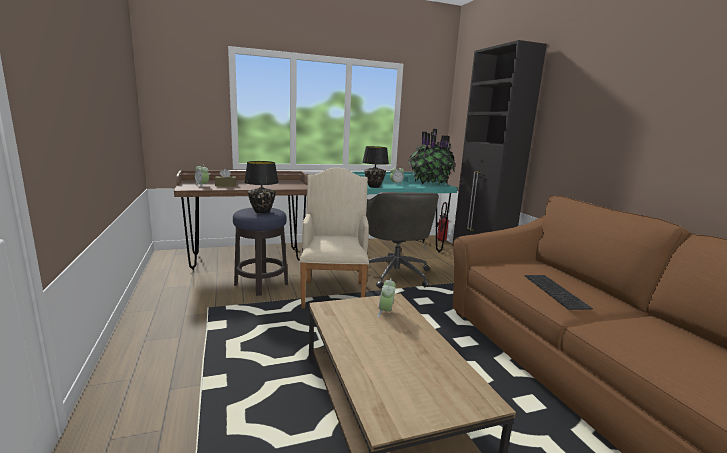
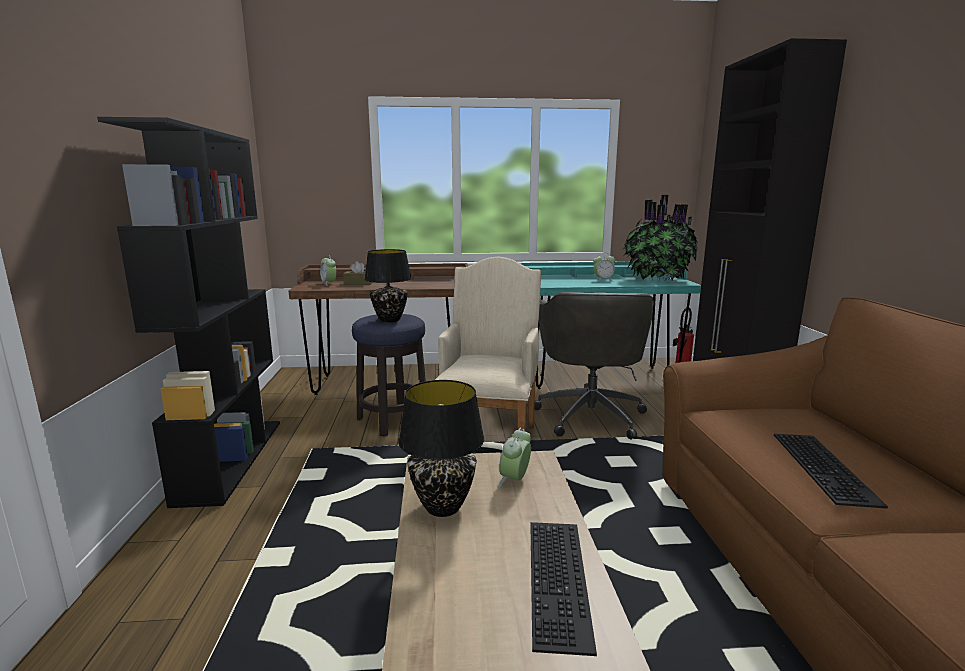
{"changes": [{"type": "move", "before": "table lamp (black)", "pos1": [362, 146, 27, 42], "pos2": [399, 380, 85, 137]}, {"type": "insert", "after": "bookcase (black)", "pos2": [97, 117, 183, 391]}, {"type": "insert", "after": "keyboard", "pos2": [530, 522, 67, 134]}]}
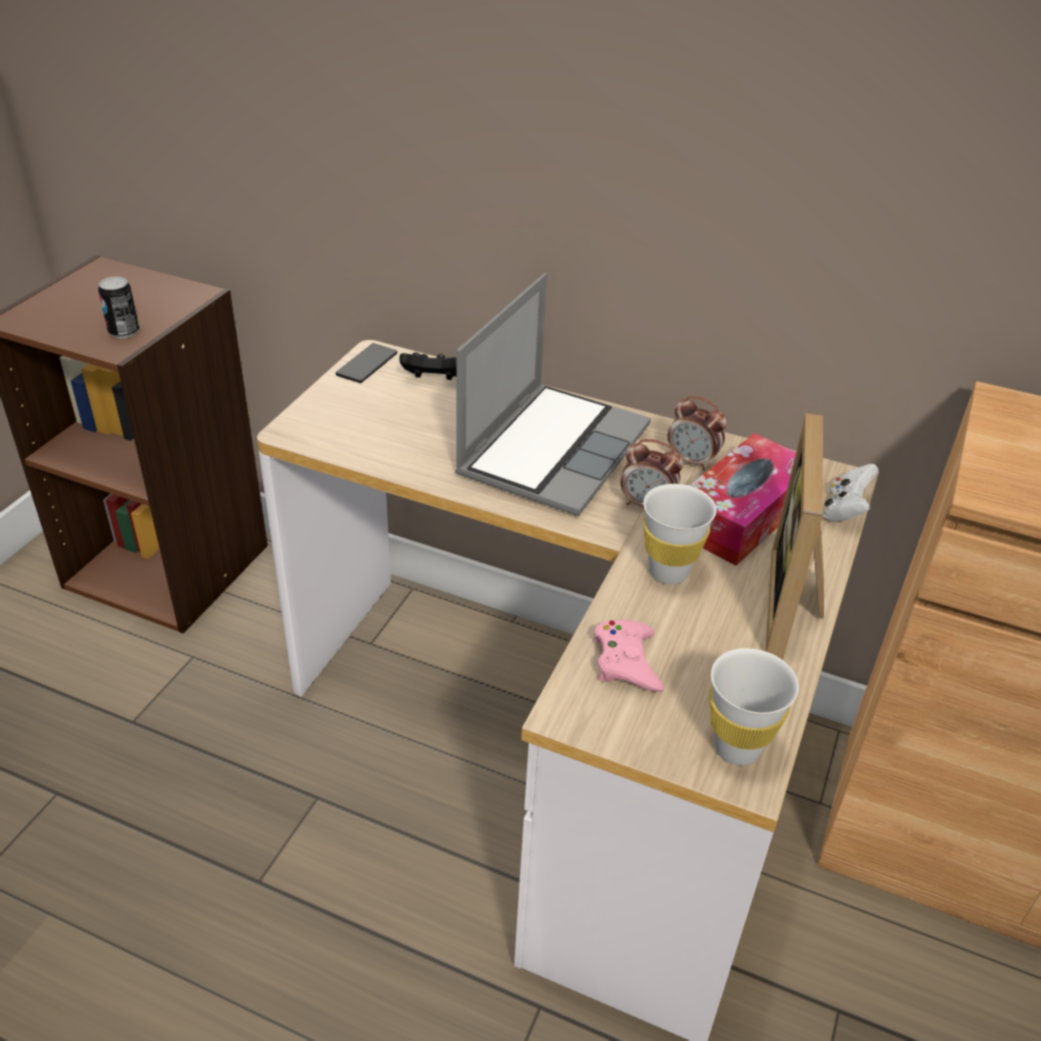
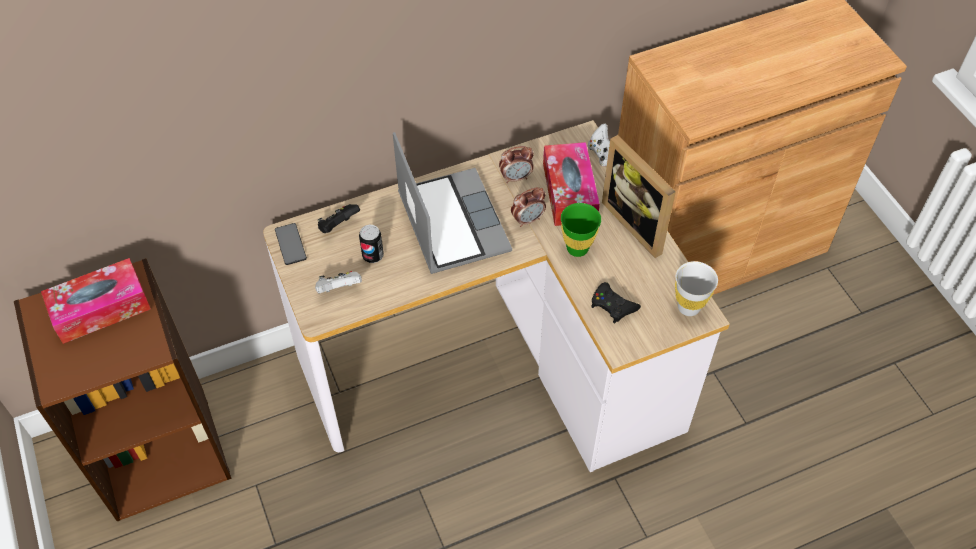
{"changes": [{"type": "move", "before": "can", "pos1": [98, 276, 41, 62], "pos2": [359, 225, 25, 38]}, {"type": "recolor", "before": "cup (white)", "after": "cup (green)", "pos1": [643, 484, 74, 100], "pos2": [561, 203, 40, 54]}, {"type": "recolor", "before": "game controller (pink)", "after": "game controller (black)", "pos1": [594, 620, 70, 72], "pos2": [591, 282, 50, 41]}, {"type": "insert", "after": "tissue box", "pos2": [41, 258, 110, 86]}, {"type": "insert", "after": "game controller (white)", "pos2": [315, 271, 47, 22]}]}
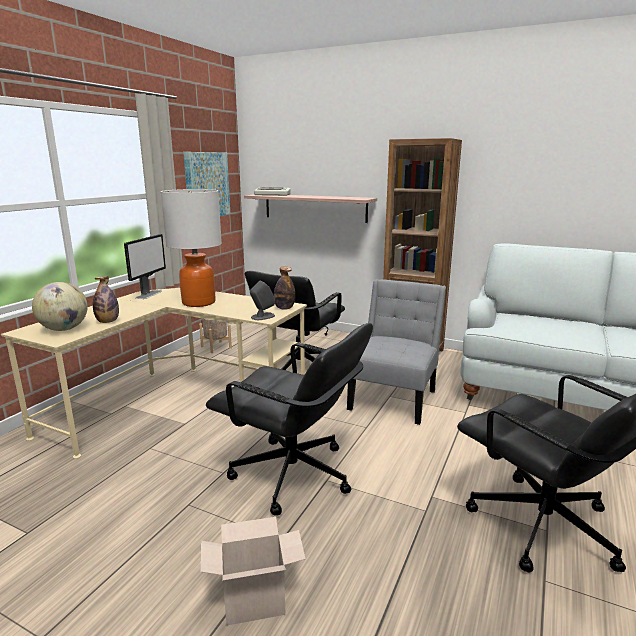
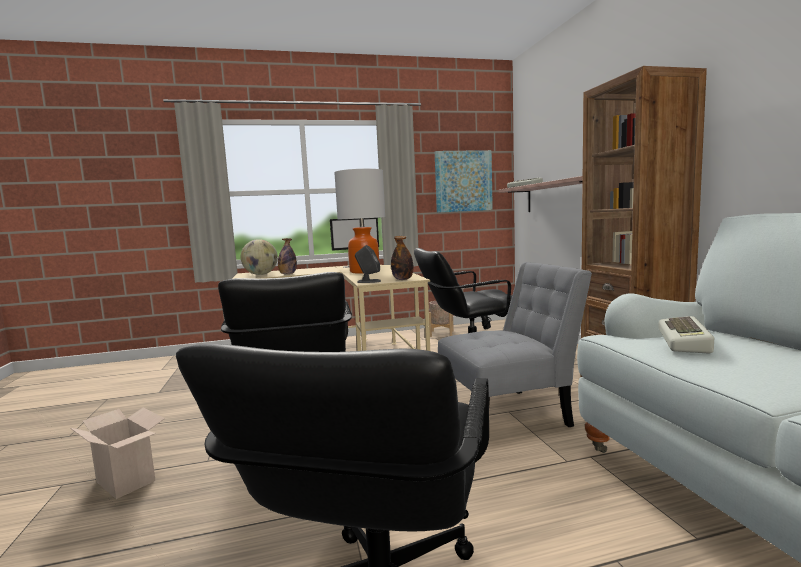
{"changes": [{"type": "insert", "after": "keyboard", "pos2": [658, 316, 56, 38]}]}
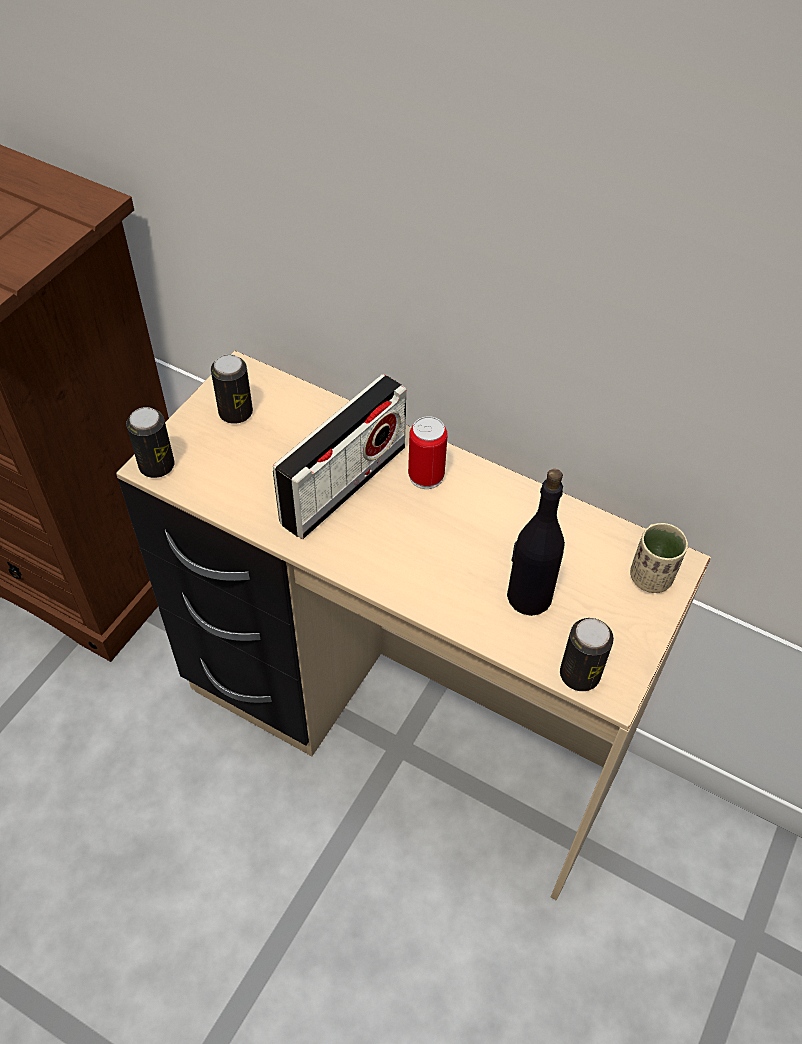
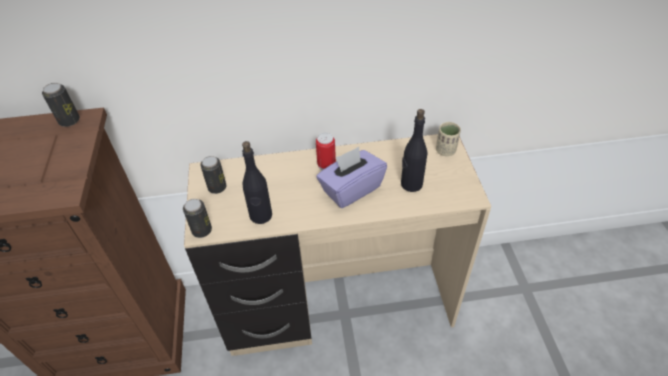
{"changes": [{"type": "delete", "before": "radio", "pos1": [273, 374, 133, 165]}, {"type": "move", "before": "can", "pos1": [560, 618, 54, 73], "pos2": [42, 83, 38, 44]}, {"type": "insert", "after": "bottle (black)", "pos2": [242, 141, 30, 83]}, {"type": "insert", "after": "tissue box (purple)", "pos2": [316, 147, 71, 61]}]}
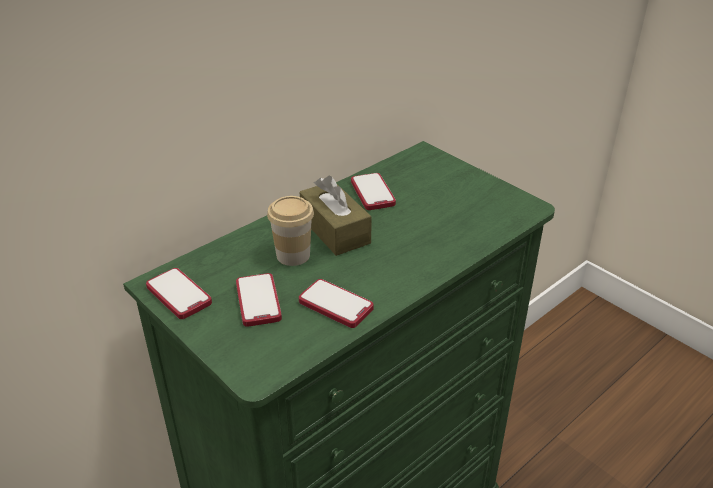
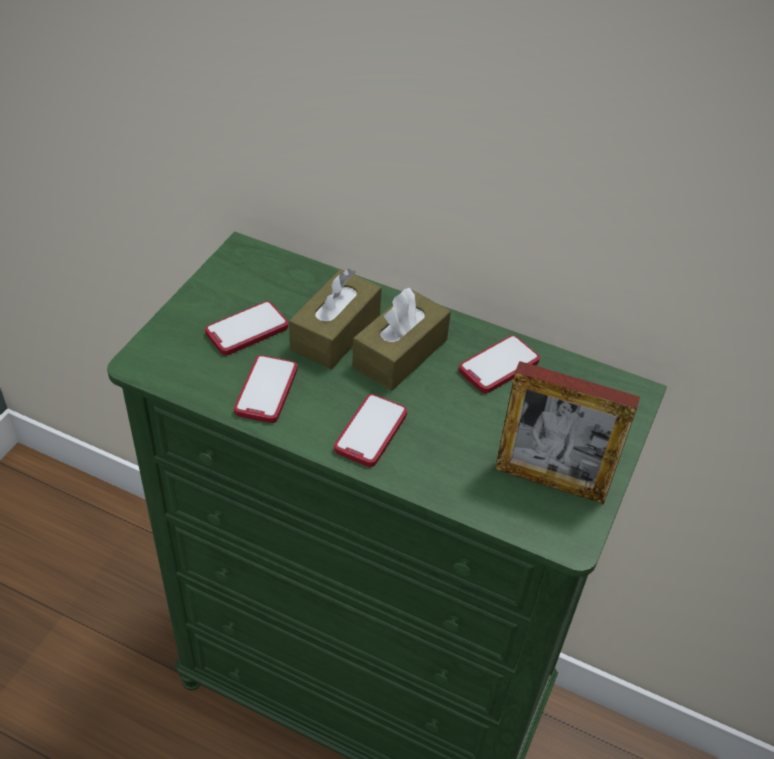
{"changes": [{"type": "replace", "before": "cup", "after": "tissue box (brown)", "pos1": [267, 196, 47, 70], "pos2": [289, 269, 93, 100]}, {"type": "move", "before": "phone", "pos1": [146, 268, 66, 51], "pos2": [334, 394, 73, 73]}, {"type": "insert", "after": "picture frame", "pos2": [495, 361, 145, 143]}]}
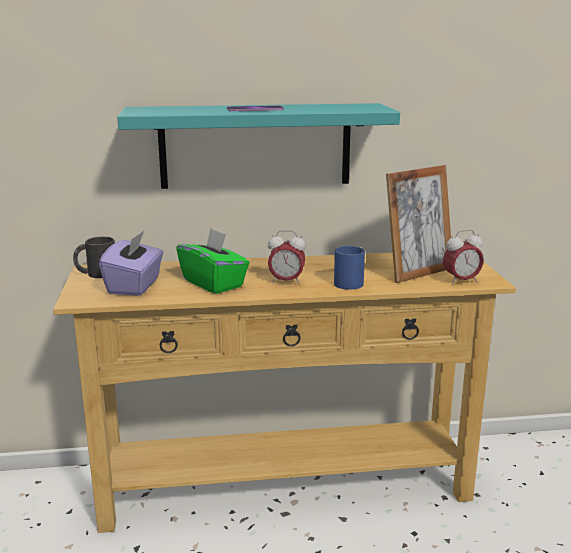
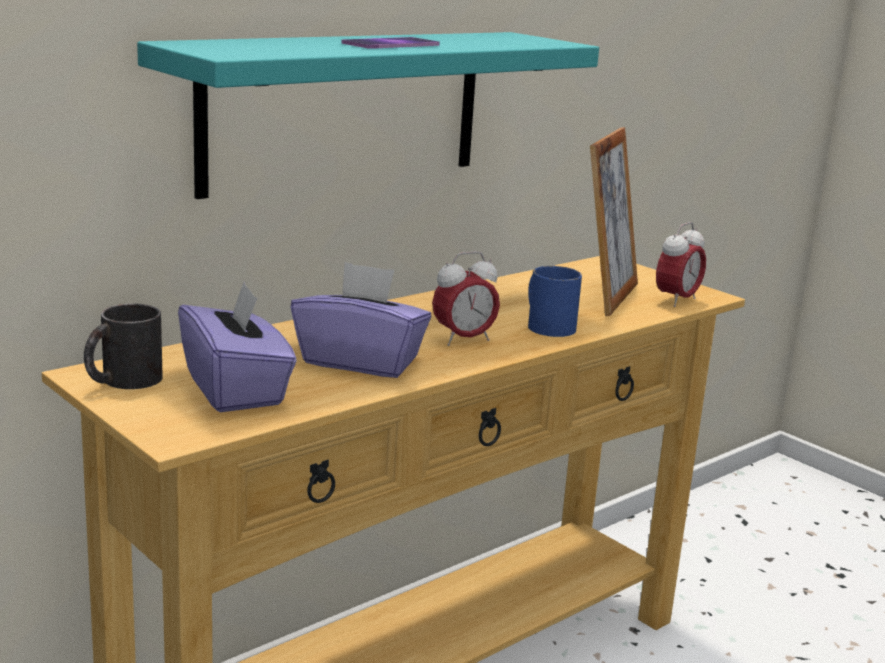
{"changes": [{"type": "recolor", "before": "tissue box (green)", "after": "tissue box (purple)", "pos1": [176, 228, 74, 66], "pos2": [291, 262, 141, 116]}]}
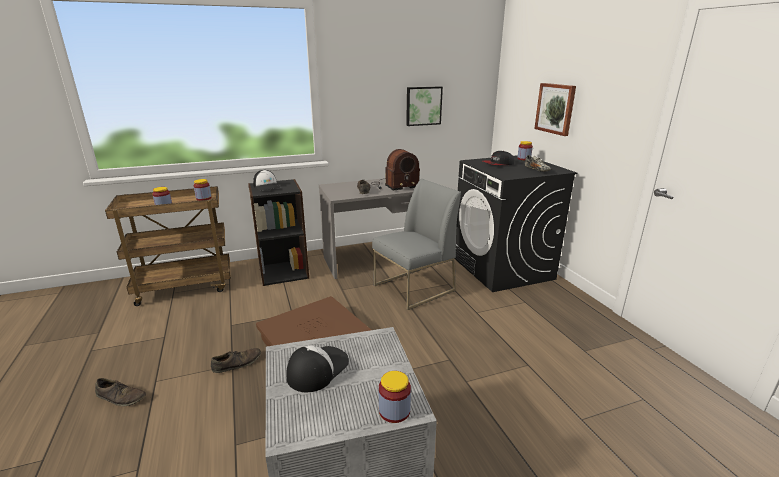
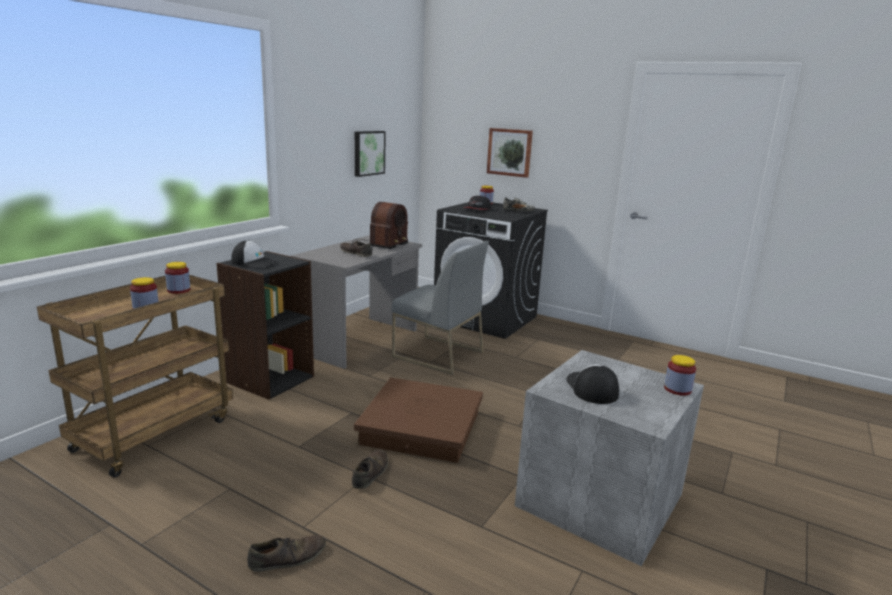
{"changes": [{"type": "rotate", "before": "chair (grey)", "pos1": [372, 179, 89, 131], "pos2": [392, 241, 97, 134], "turn": 105}]}
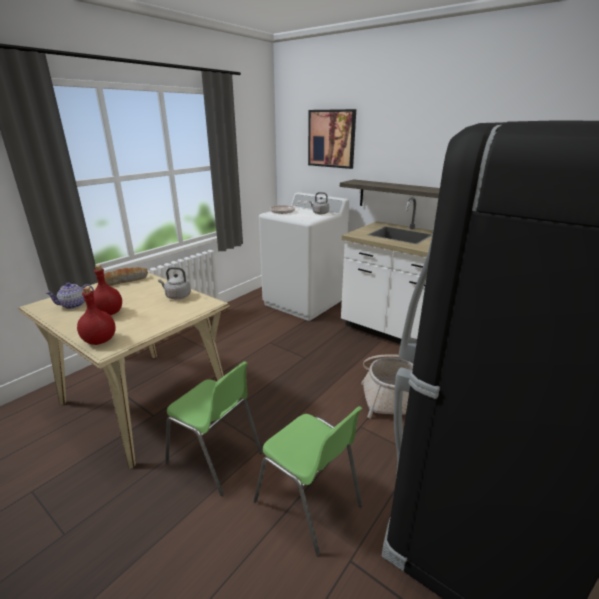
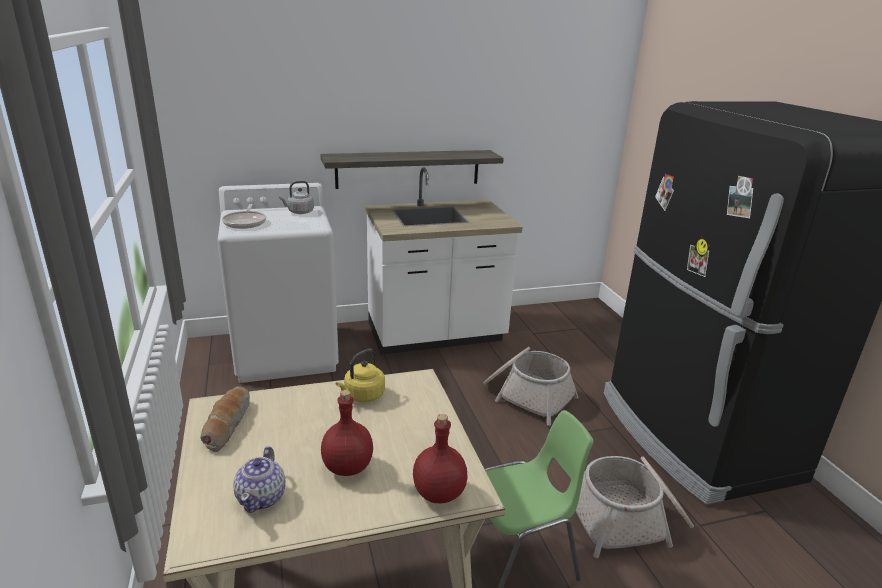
{"changes": [{"type": "delete", "before": "picture", "pos1": [308, 109, 48, 60]}, {"type": "recolor", "before": "kettle (grey)", "after": "kettle (yellow)", "pos1": [158, 267, 33, 32], "pos2": [336, 349, 49, 53]}, {"type": "replace", "before": "chair (green)", "after": "basket", "pos1": [254, 406, 109, 150], "pos2": [576, 456, 118, 102]}]}
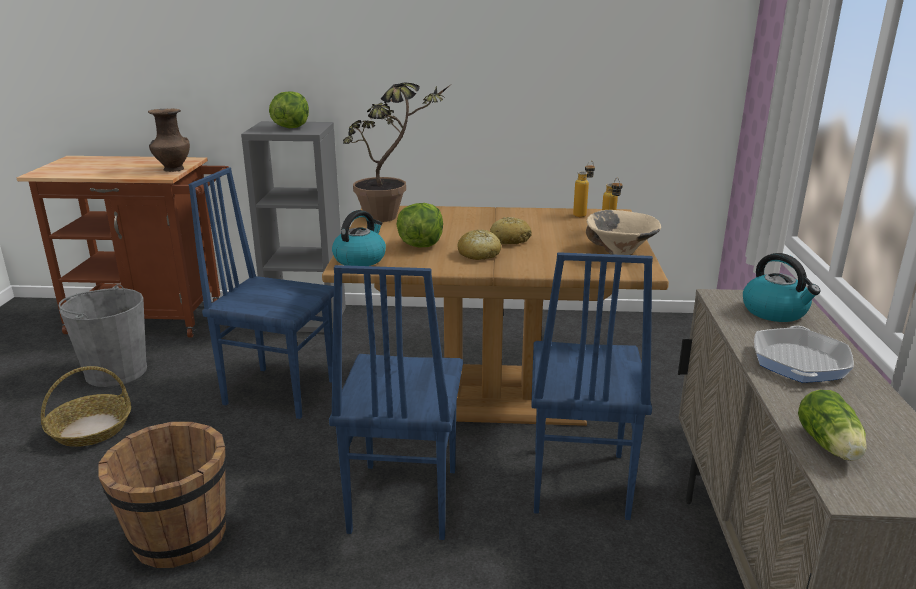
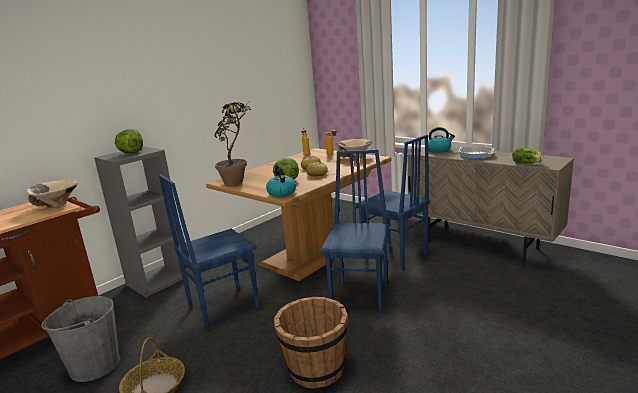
{"changes": [{"type": "replace", "before": "vase (brown)", "after": "bowl (beige)", "pos1": [148, 109, 42, 63], "pos2": [27, 179, 51, 29]}, {"type": "rotate", "before": "chair (blue)", "pos1": [329, 265, 134, 275], "pos2": [320, 150, 69, 165], "turn": -120}]}
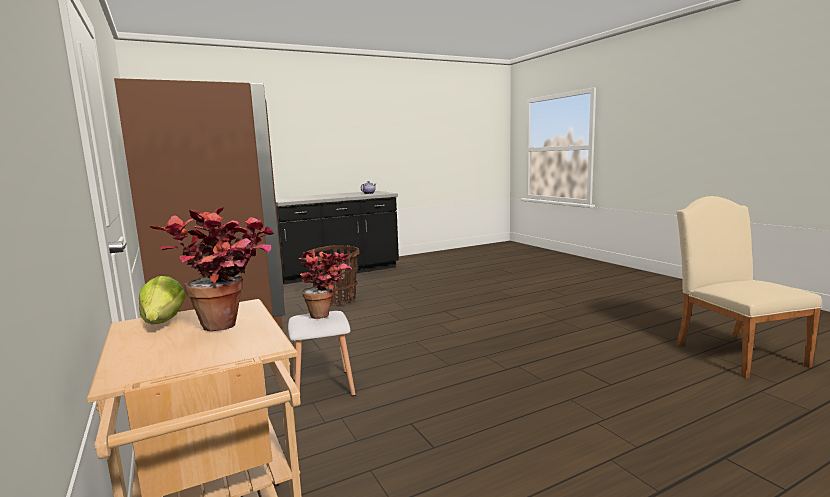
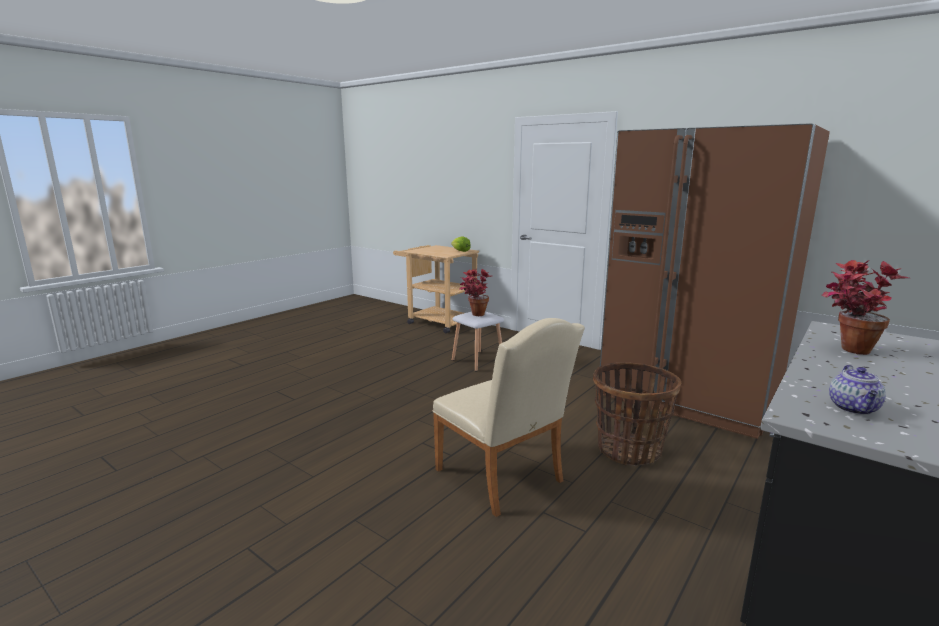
{"changes": [{"type": "move", "before": "chair (beige)", "pos1": [676, 196, 146, 183], "pos2": [432, 318, 153, 199]}, {"type": "move", "before": "potted plant", "pos1": [149, 207, 126, 124], "pos2": [822, 260, 87, 95]}]}
